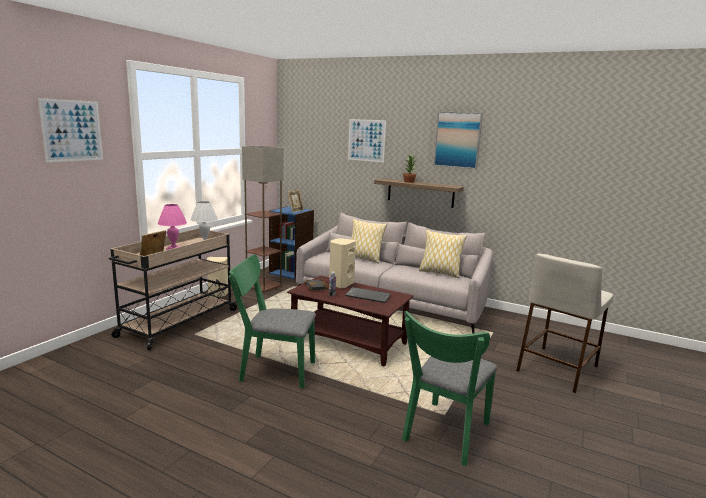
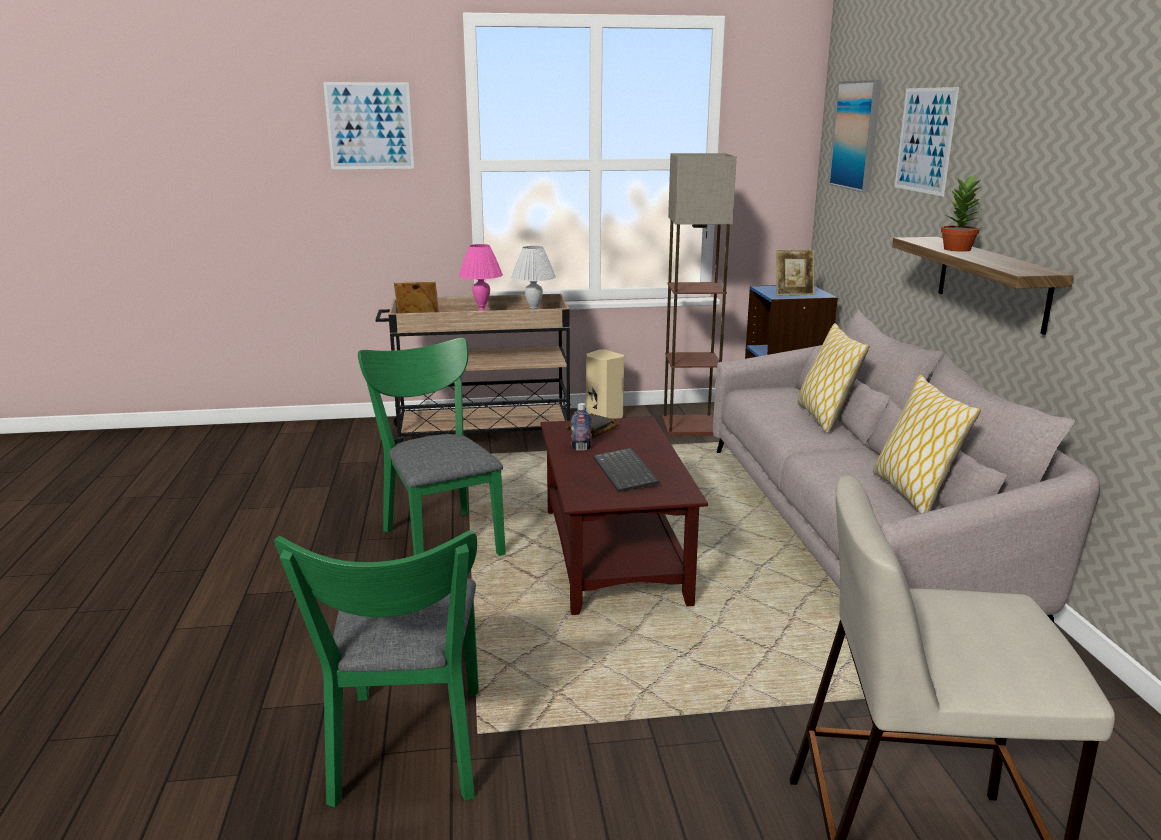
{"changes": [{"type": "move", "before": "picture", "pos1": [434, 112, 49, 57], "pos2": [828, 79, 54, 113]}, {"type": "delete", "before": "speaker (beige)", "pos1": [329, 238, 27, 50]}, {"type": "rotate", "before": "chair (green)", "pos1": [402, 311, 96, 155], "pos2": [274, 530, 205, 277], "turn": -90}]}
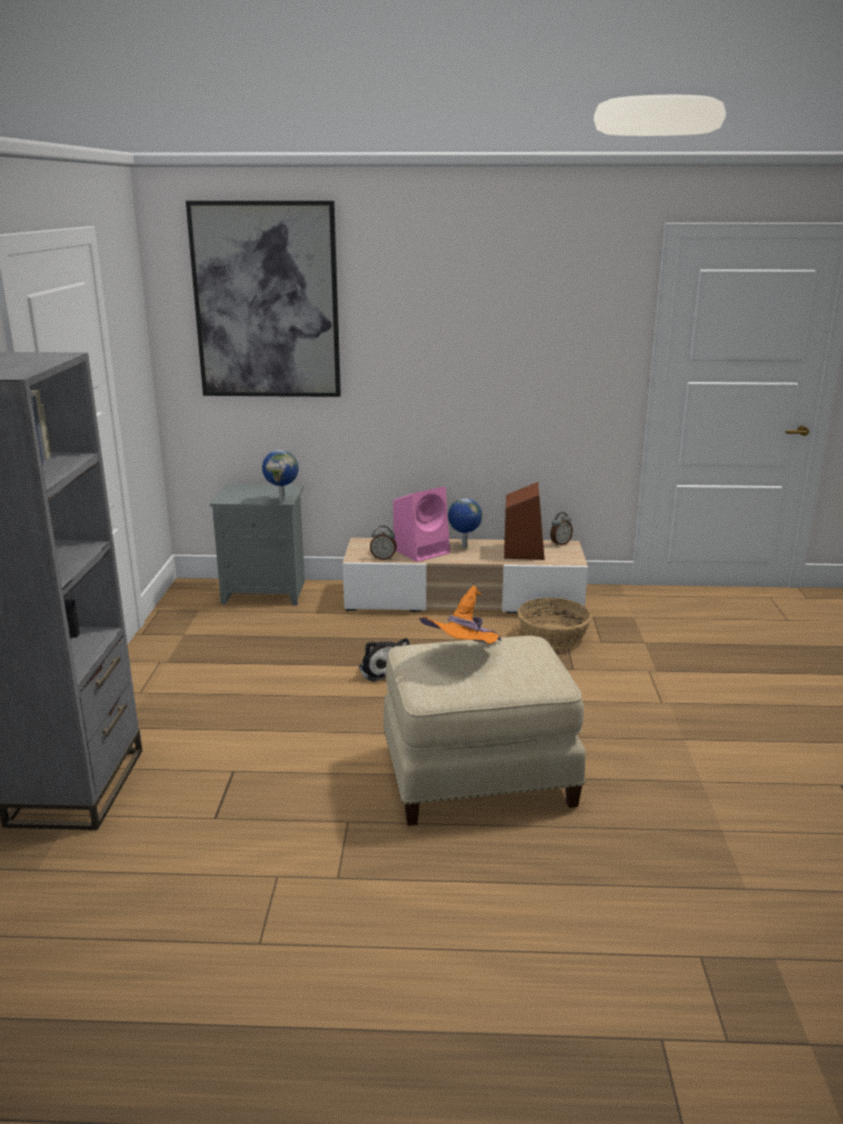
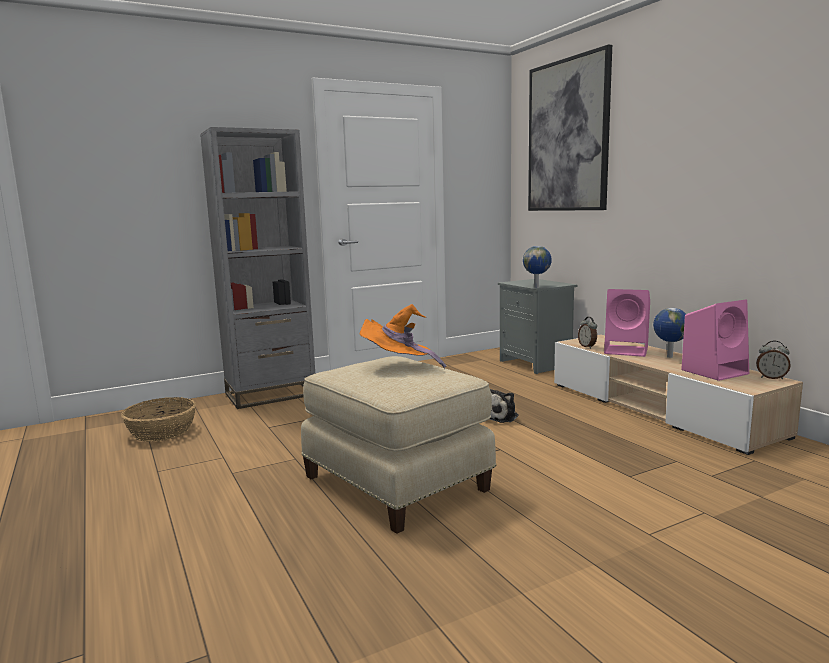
{"changes": [{"type": "recolor", "before": "speaker (brown)", "after": "speaker (pink)", "pos1": [504, 482, 41, 78], "pos2": [681, 300, 68, 81]}, {"type": "move", "before": "basket", "pos1": [518, 598, 74, 51], "pos2": [121, 397, 75, 45]}]}
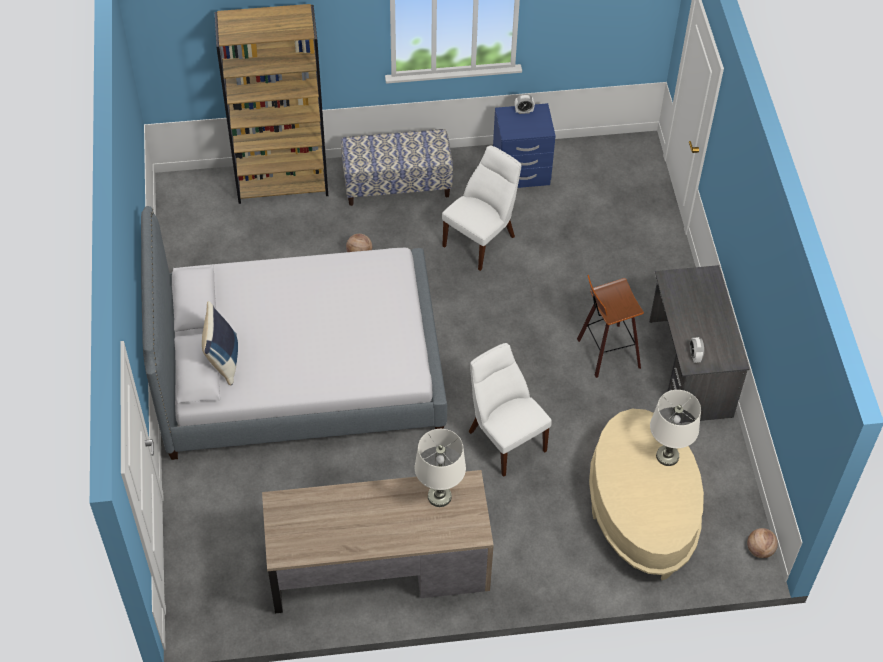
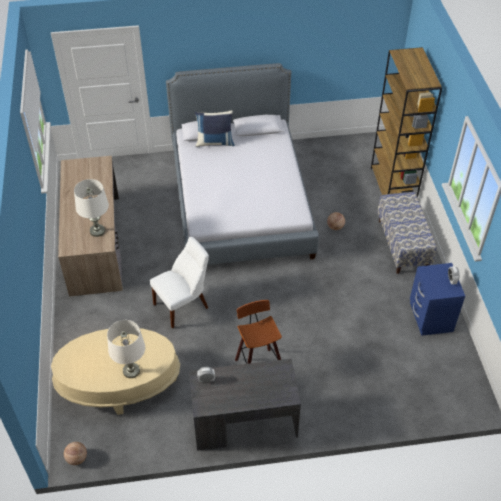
{"changes": [{"type": "delete", "before": "chair (white)", "pos1": [442, 145, 79, 126]}]}
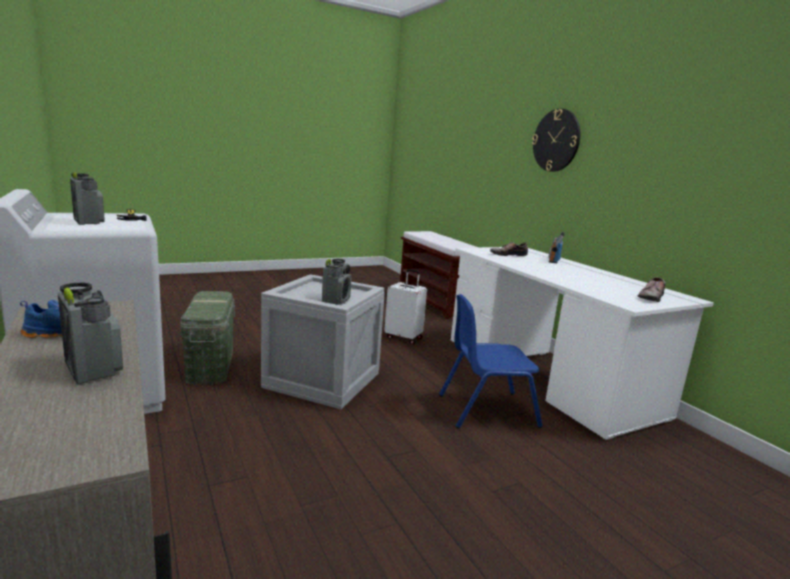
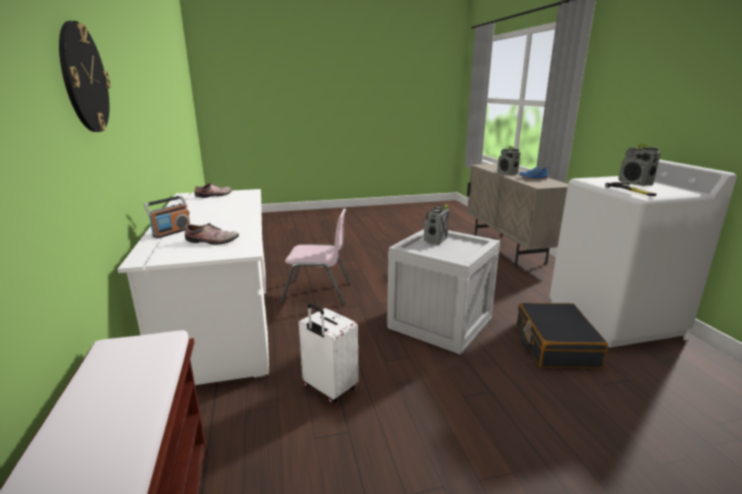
{"changes": [{"type": "replace", "before": "storage box (green)", "after": "suitcase (black)", "pos1": [180, 291, 55, 94], "pos2": [517, 303, 91, 65]}, {"type": "recolor", "before": "chair (blue)", "after": "chair (pink)", "pos1": [439, 294, 104, 135], "pos2": [280, 209, 71, 96]}]}
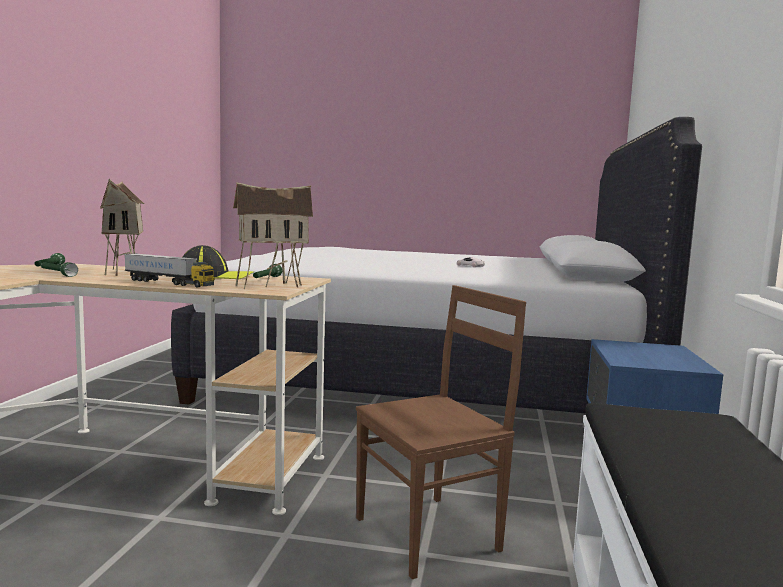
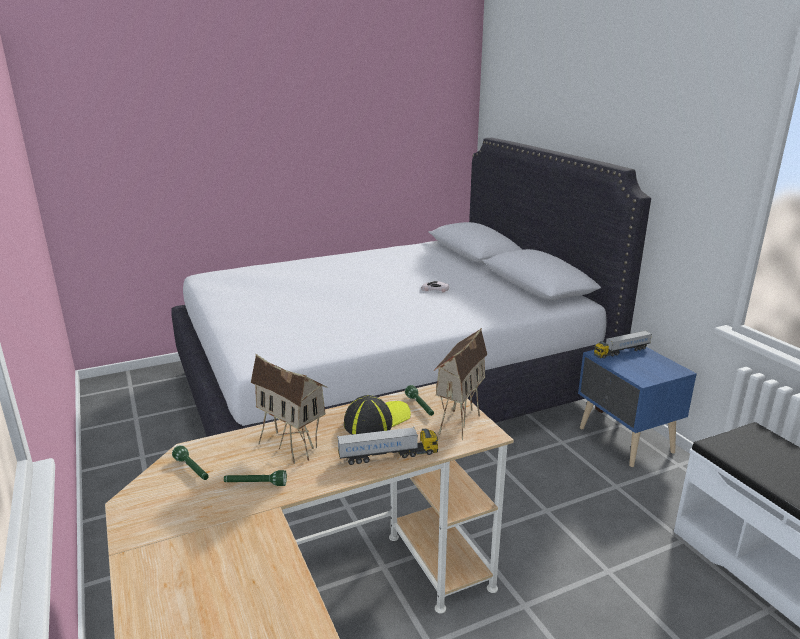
{"changes": [{"type": "delete", "before": "chair (brown)", "pos1": [356, 285, 170, 294]}, {"type": "insert", "after": "toy truck", "pos2": [594, 330, 58, 28]}]}
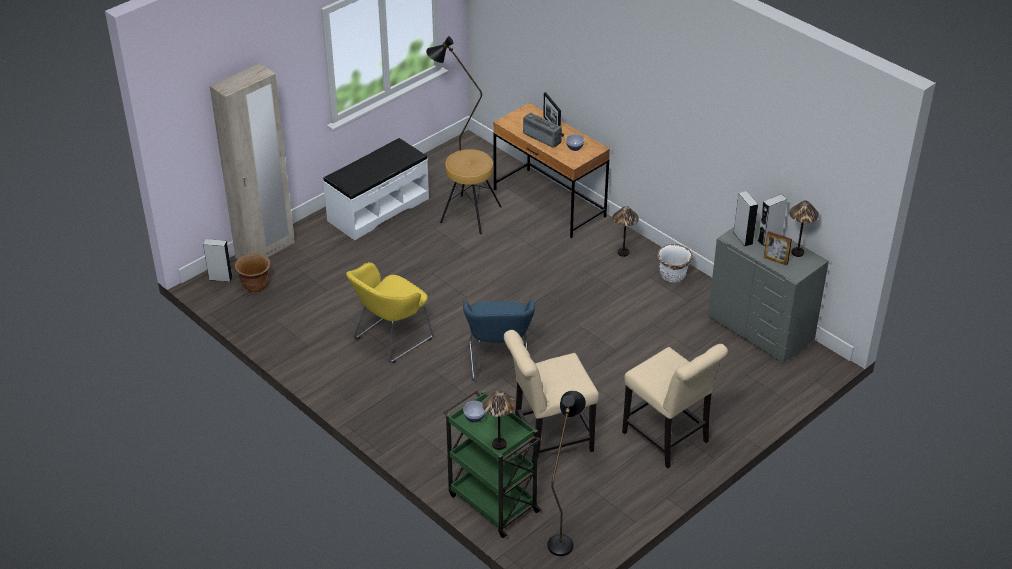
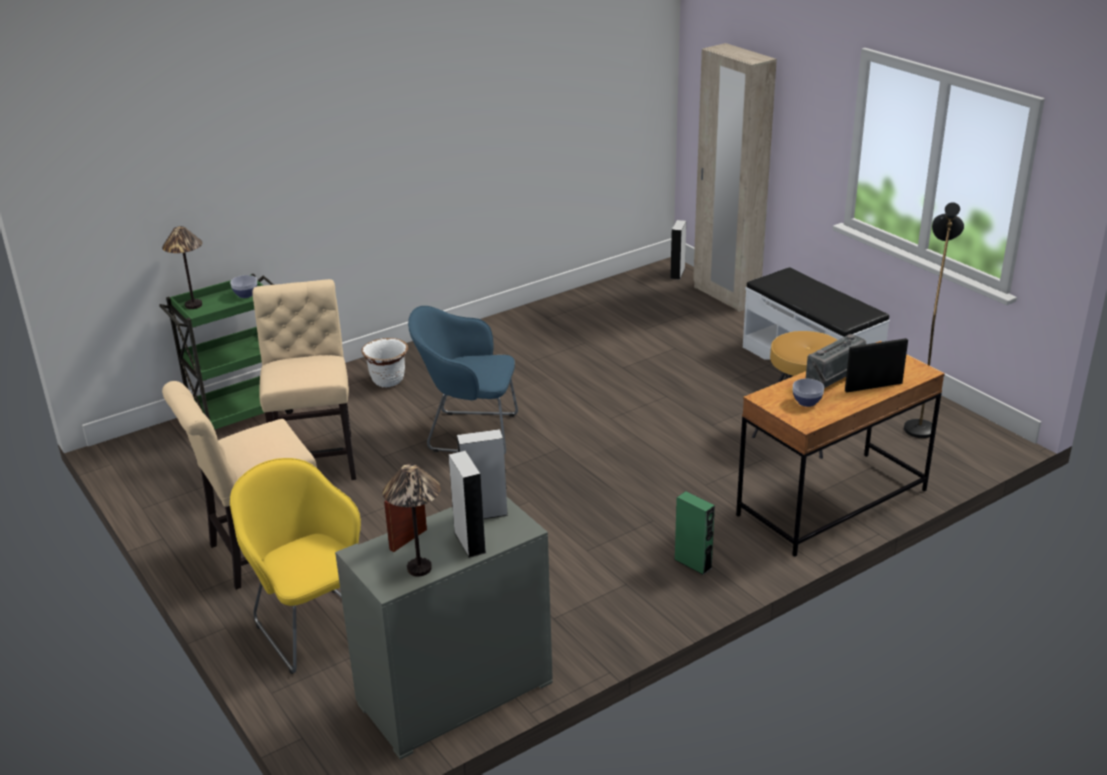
{"changes": [{"type": "replace", "before": "table lamp", "after": "speaker (green)", "pos1": [613, 206, 26, 51], "pos2": [674, 491, 41, 84]}, {"type": "move", "before": "planter (white)", "pos1": [658, 244, 35, 39], "pos2": [361, 338, 47, 50]}, {"type": "delete", "before": "planter (brown)", "pos1": [235, 253, 36, 39]}, {"type": "move", "before": "armchair (yellow)", "pos1": [346, 262, 87, 101], "pos2": [230, 458, 131, 216]}, {"type": "delete", "before": "floor lamp (black)", "pos1": [548, 391, 38, 165]}]}
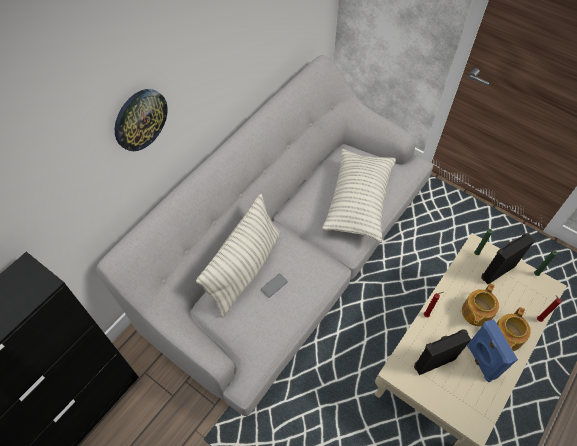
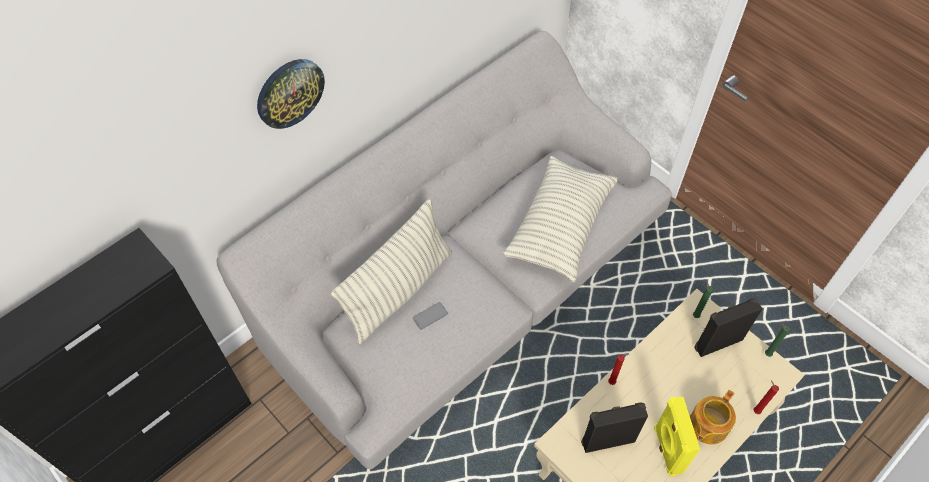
{"changes": [{"type": "delete", "before": "teapot", "pos1": [462, 283, 37, 44]}, {"type": "recolor", "before": "speaker (blue)", "after": "speaker (yellow)", "pos1": [467, 319, 51, 64], "pos2": [654, 397, 46, 79]}]}
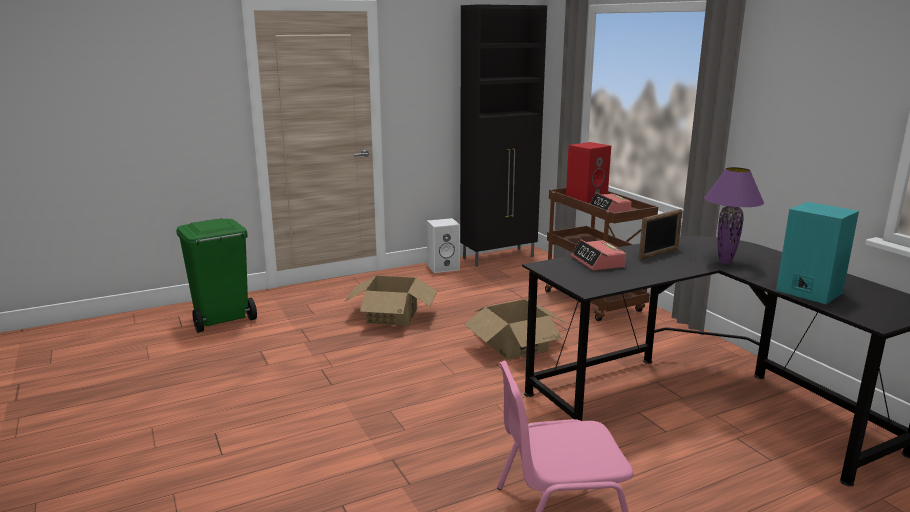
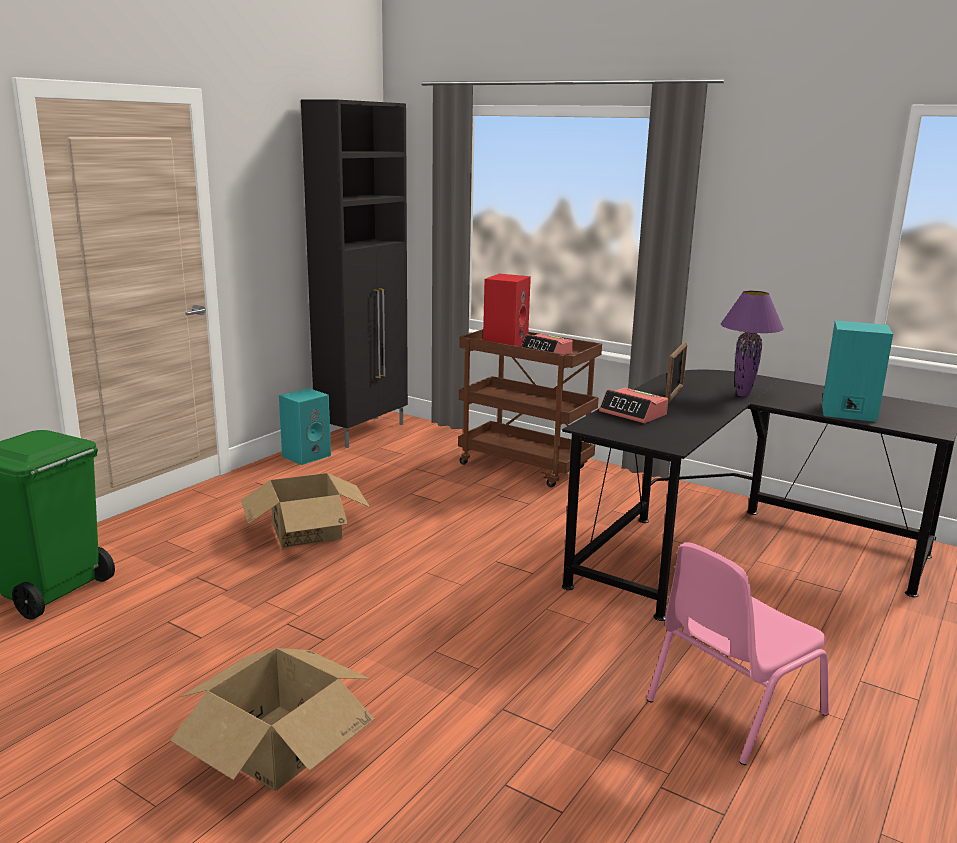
{"changes": [{"type": "recolor", "before": "speaker (white)", "after": "speaker (turquoise)", "pos1": [427, 218, 33, 55], "pos2": [279, 388, 52, 77]}, {"type": "move", "before": "cardboard box", "pos1": [464, 299, 104, 61], "pos2": [170, 648, 204, 143]}]}
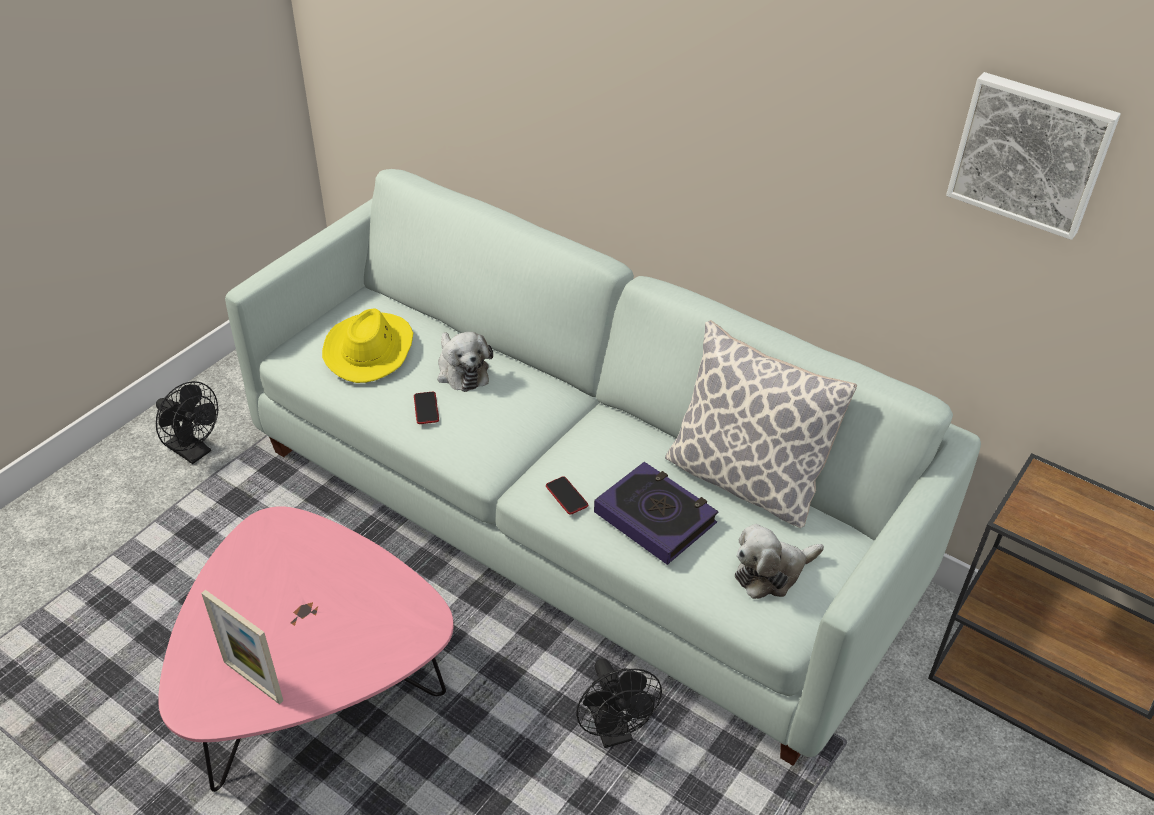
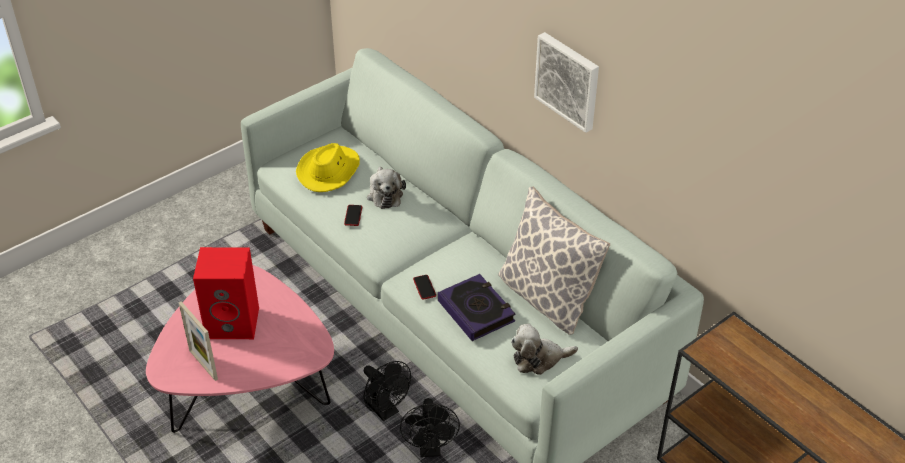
{"changes": [{"type": "move", "before": "picture", "pos1": [946, 72, 175, 168], "pos2": [534, 32, 65, 101]}, {"type": "move", "before": "fan (black)", "pos1": [156, 381, 62, 83], "pos2": [364, 361, 47, 60]}, {"type": "insert", "after": "speaker (red)", "pos2": [193, 247, 66, 92]}]}
